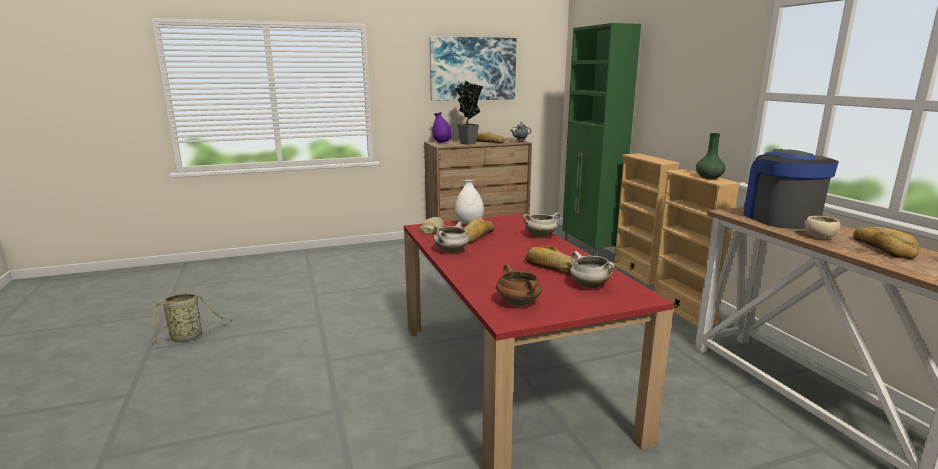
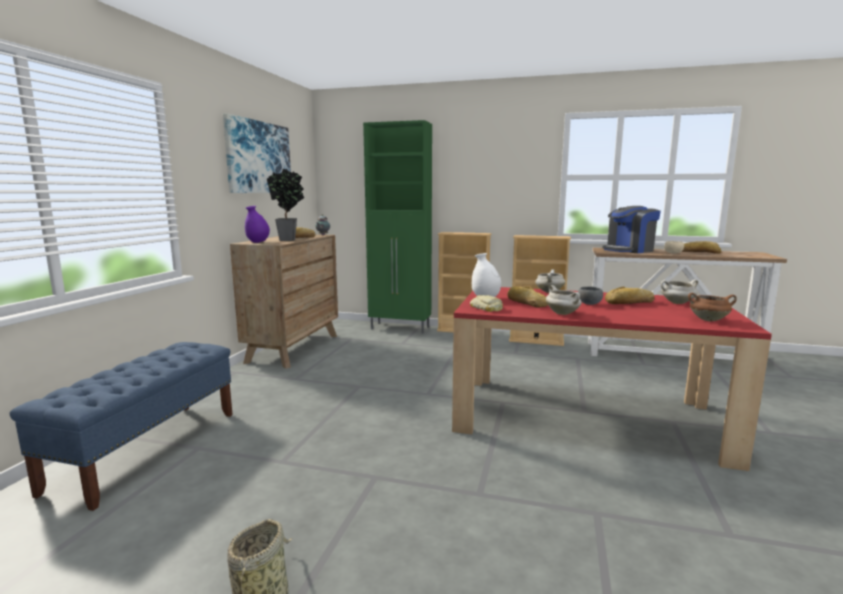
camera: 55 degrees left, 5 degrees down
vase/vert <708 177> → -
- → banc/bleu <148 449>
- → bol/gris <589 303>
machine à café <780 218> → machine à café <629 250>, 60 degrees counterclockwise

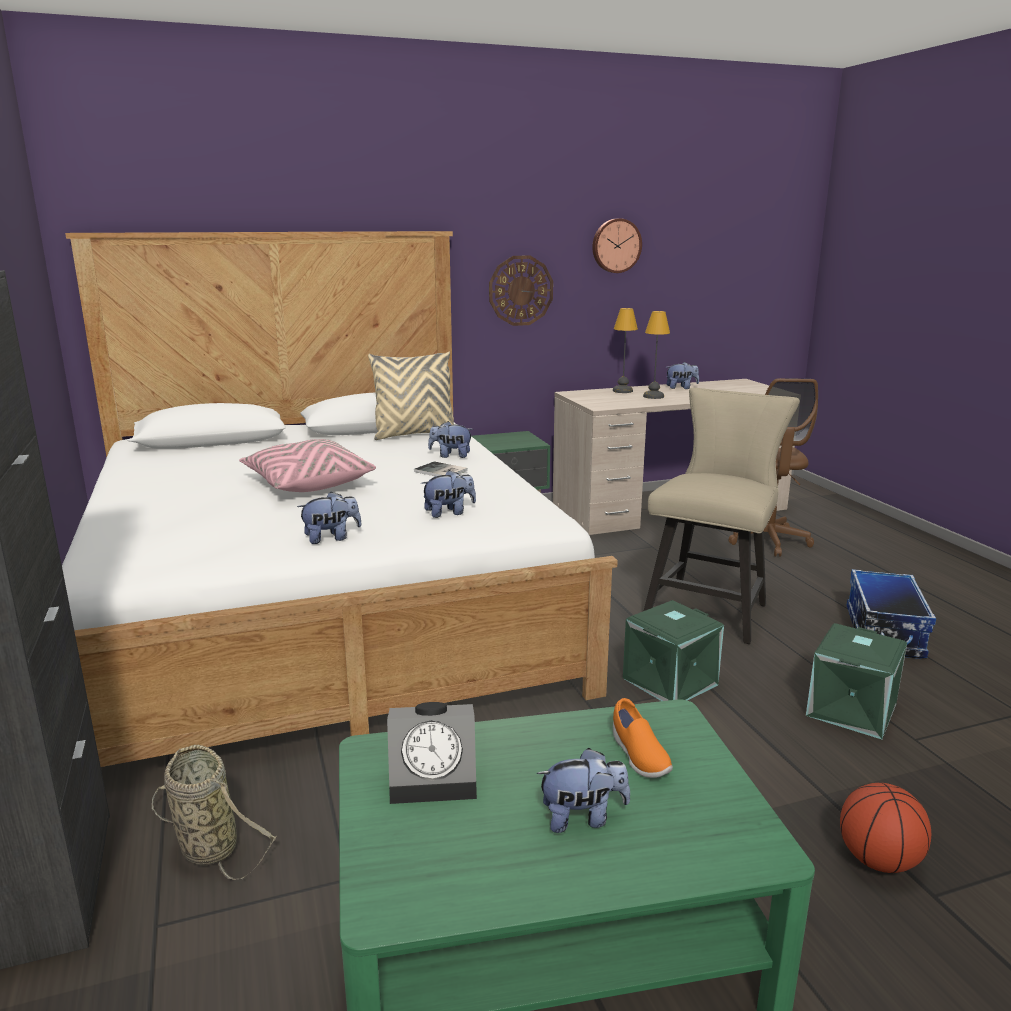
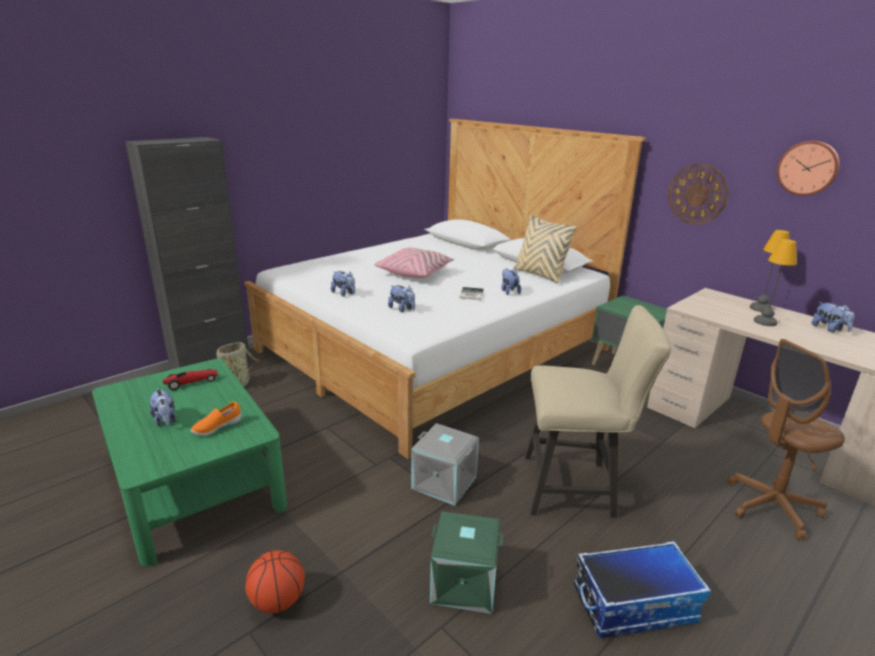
camera: 65 degrees right, 5 degrees up
réveil <436 779> → petite voiture <191 383>
boîte de rangement/vert <669 680> → boîte de rangement/gris <445 482>

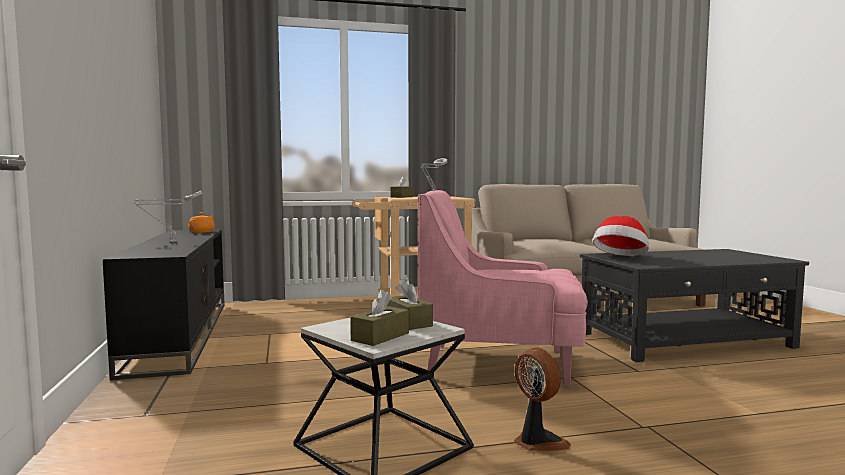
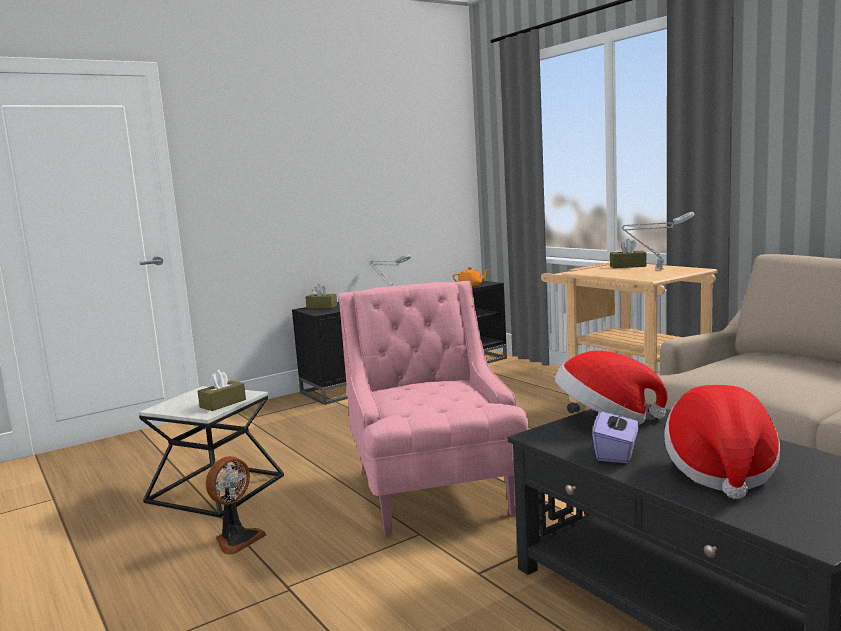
camera: 70 degrees right, 5 degrees up
- → boîte à mouchoirs/violet <616 453>
- → chapeau <720 472>
boîte à mouchoirs/marron <380 337> → boîte à mouchoirs/marron <322 307>, moved

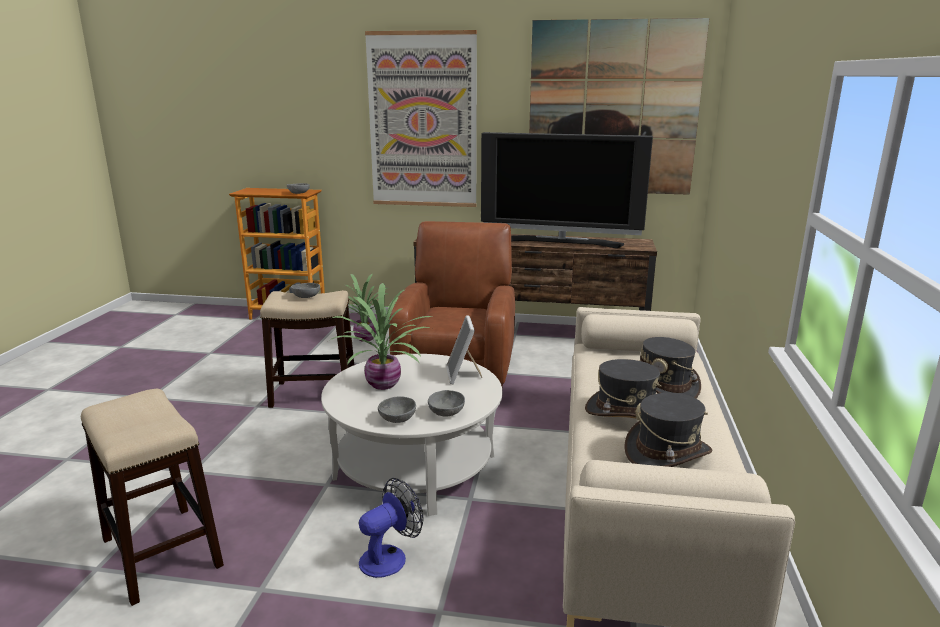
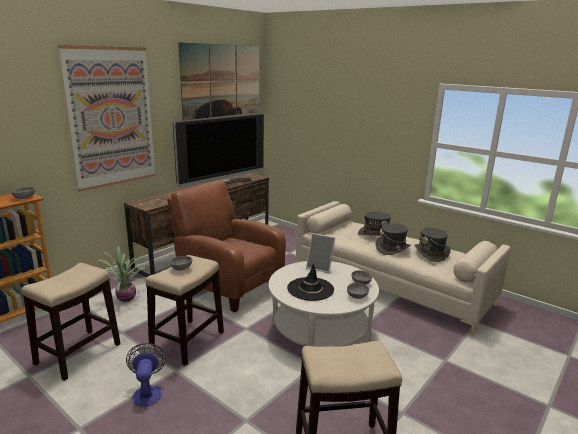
camera: 60 degrees left, 0 degrees up
- → tabouret <79 353>
ventilateur <390 557> → ventilateur <147 392>, moved
plante en pot <385 384> → chapeau/noir <310 289>

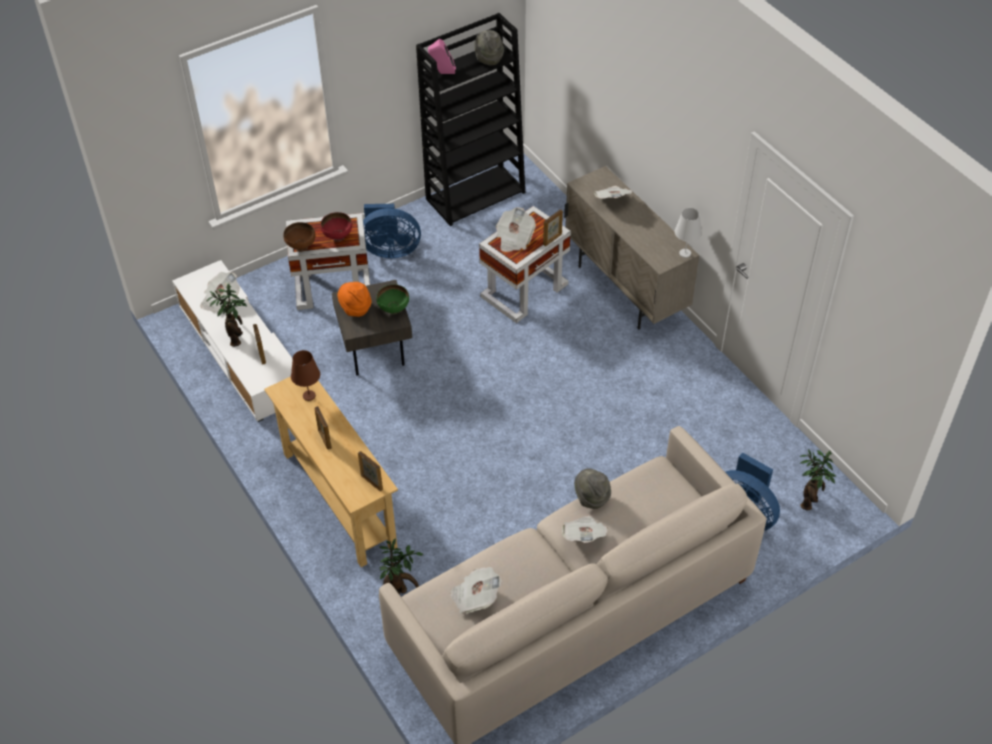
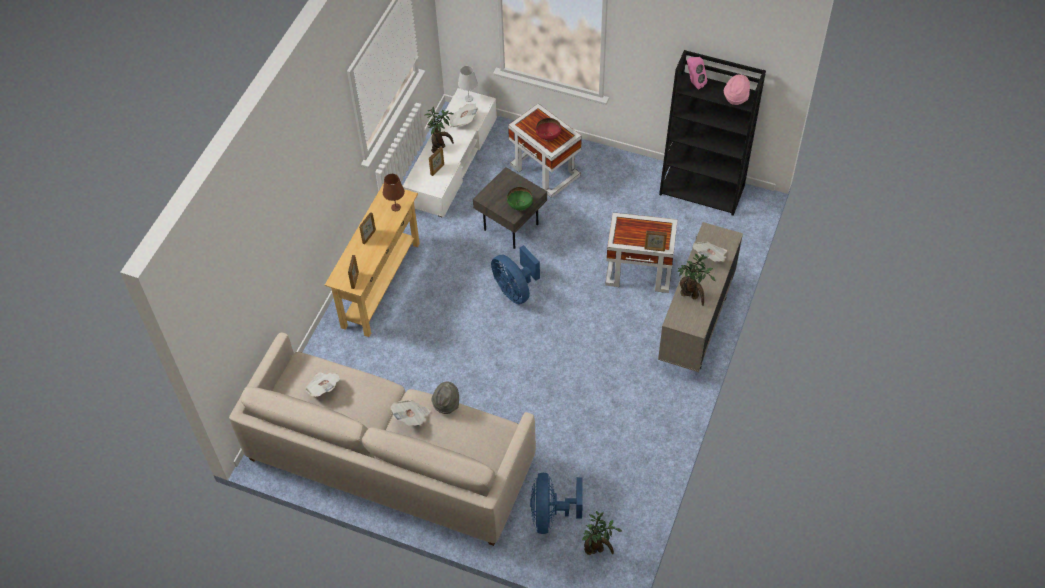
camera: 55 degrees right, 5 degrees up
bol/marron <301 246> → -
chapeau/orange <355 308> → -
journal <514 239> → -
ventilateur/bleu <390 249> → ventilateur/bleu <515 290>, moved
plante en pot <399 592> → plante en pot <691 296>, moved
lampe de table/blanc <685 253> → lampe de table/blanc <468 98>, moved
chapeau/gris <488 58> → chapeau/rose <736 97>

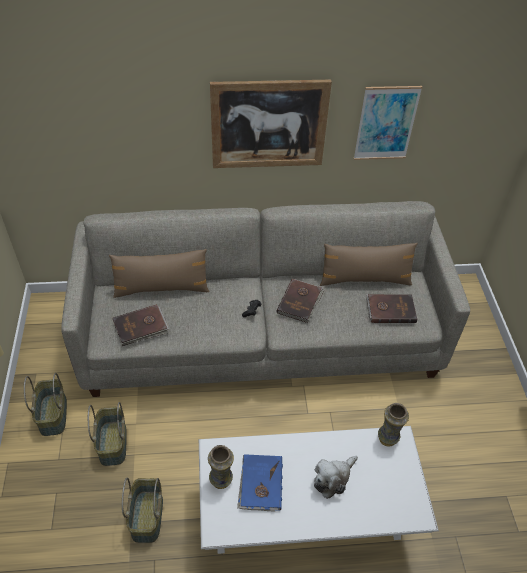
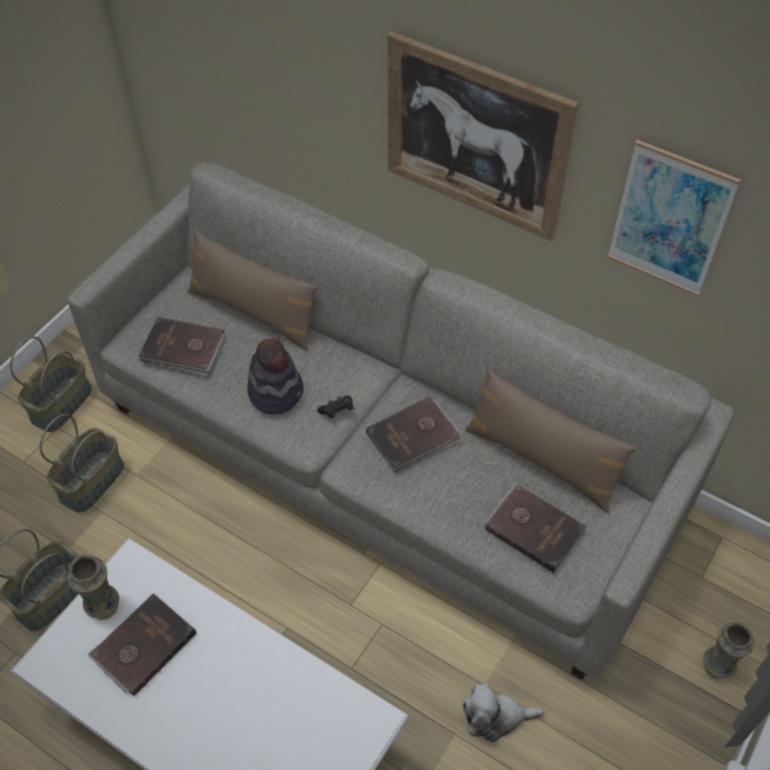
camera: 40 degrees right, 5 degrees up
- → chapeau <276 391>
peluche <333 478> → peluche <495 717>, moved
vase <388 438> → vase <717 666>, moved
livre/bleu <260 484> → livre/marron <143 645>

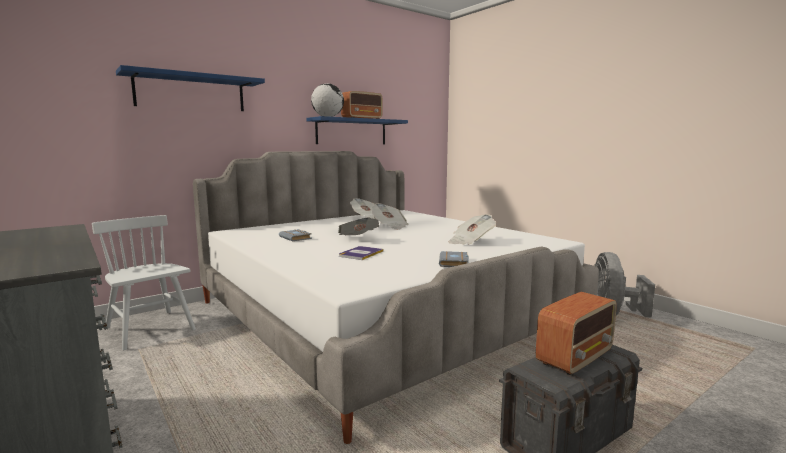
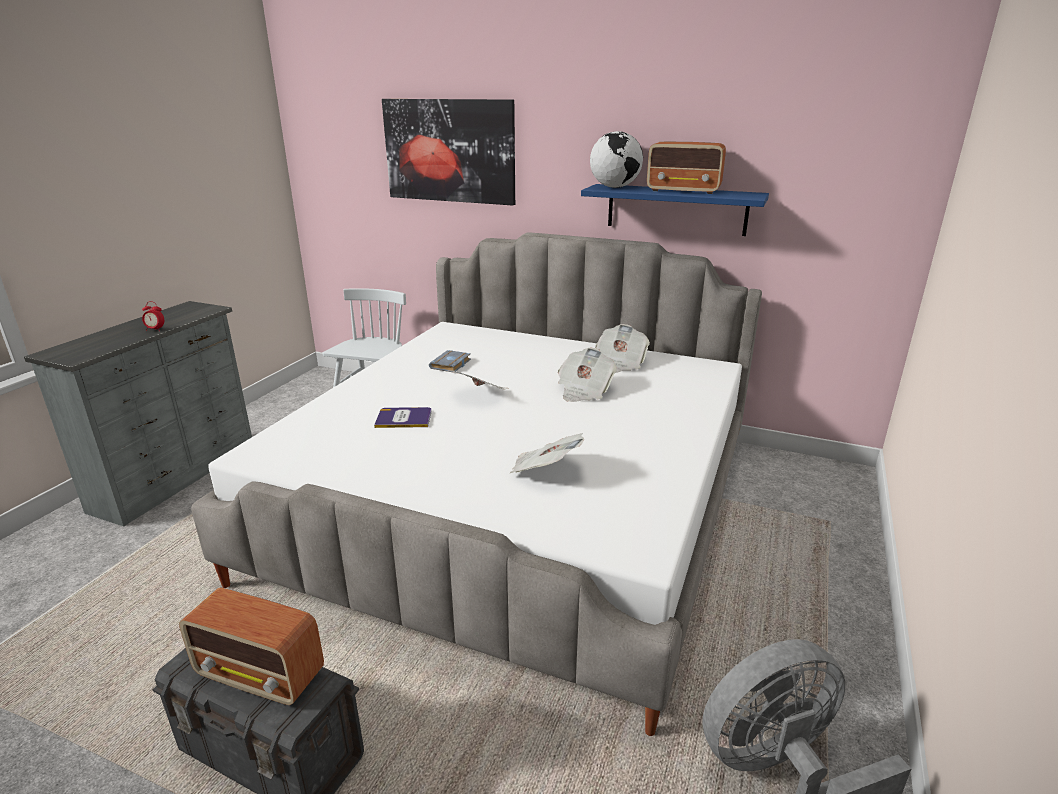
camera: 60 degrees right, 15 degrees up
livre/gris <455 263> → -
- → réveil <155 329>
étagère/bleu <191 93> → tableau <449 151>

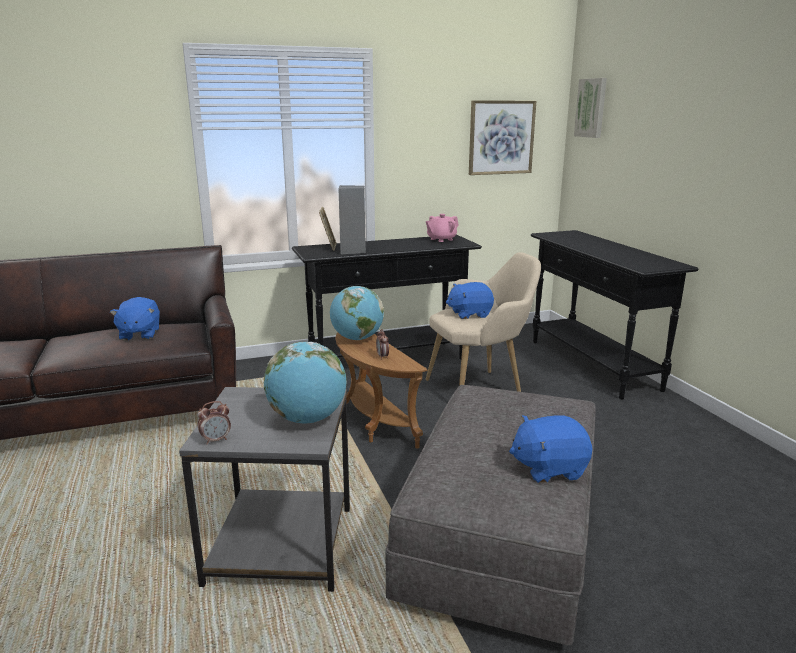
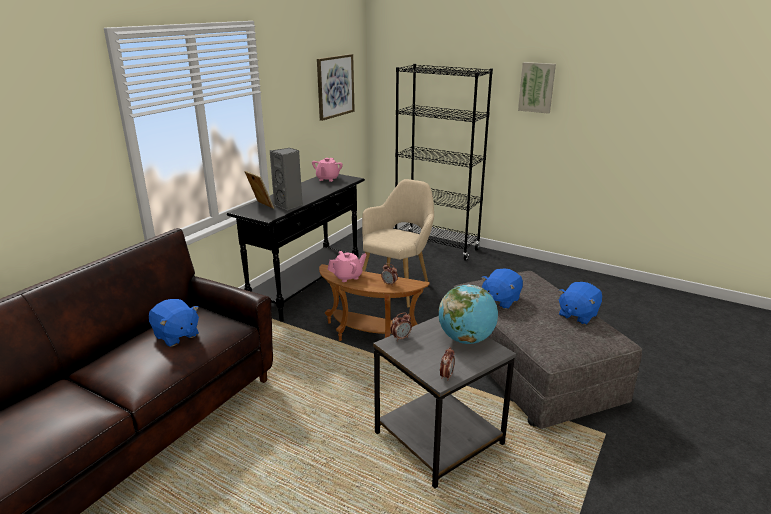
camera: 40 degrees left, 5 degrees up
- → réveil <401 338>
peluche/bleu <469 314> → peluche/bleu <500 300>, moved
tableau <591 108> → tableau <537 87>, moved
globe <357 339> → théière/rose <348 277>
table console/noir <592 365> → bibliothèque/noir <436 247>

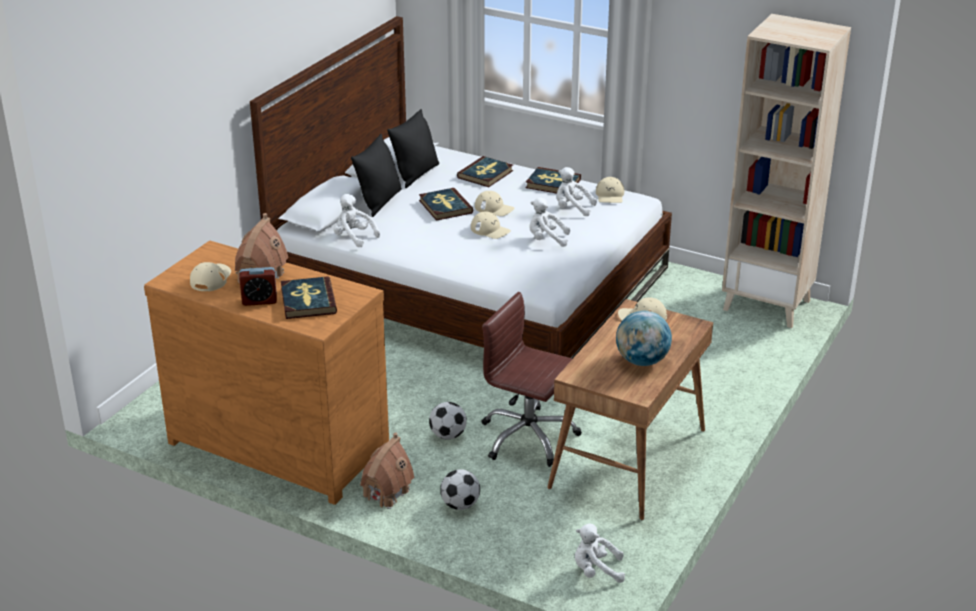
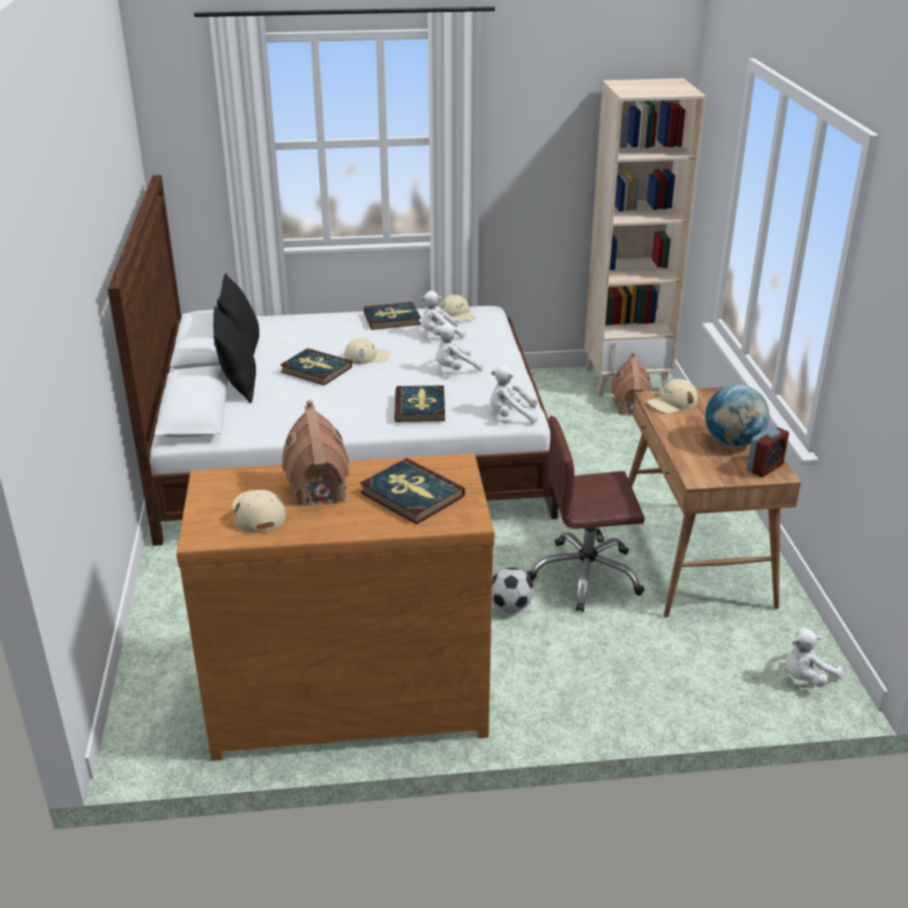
camera: 35 degrees left, 0 degrees up
ballon de foot <460 505> → -
casquette/beige <490 230> → -
réveil <259 301> → réveil <764 467>, moved
peluche/blanc <354 237> → peluche/blanc <511 415>, moved
maison miniature <386 493> → maison miniature <631 407>, moved
livre <485 174> → livre <420 407>, moved

